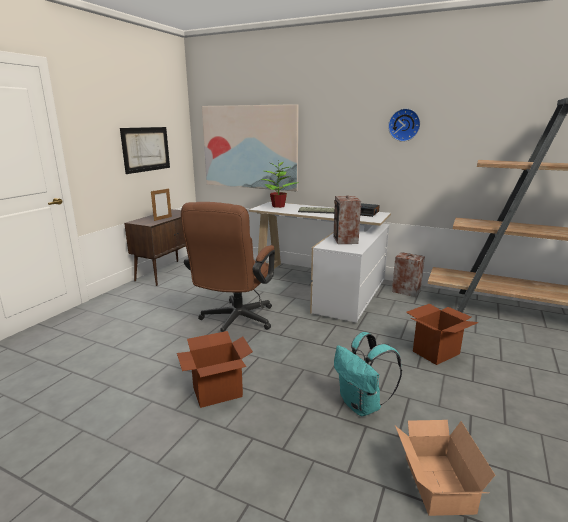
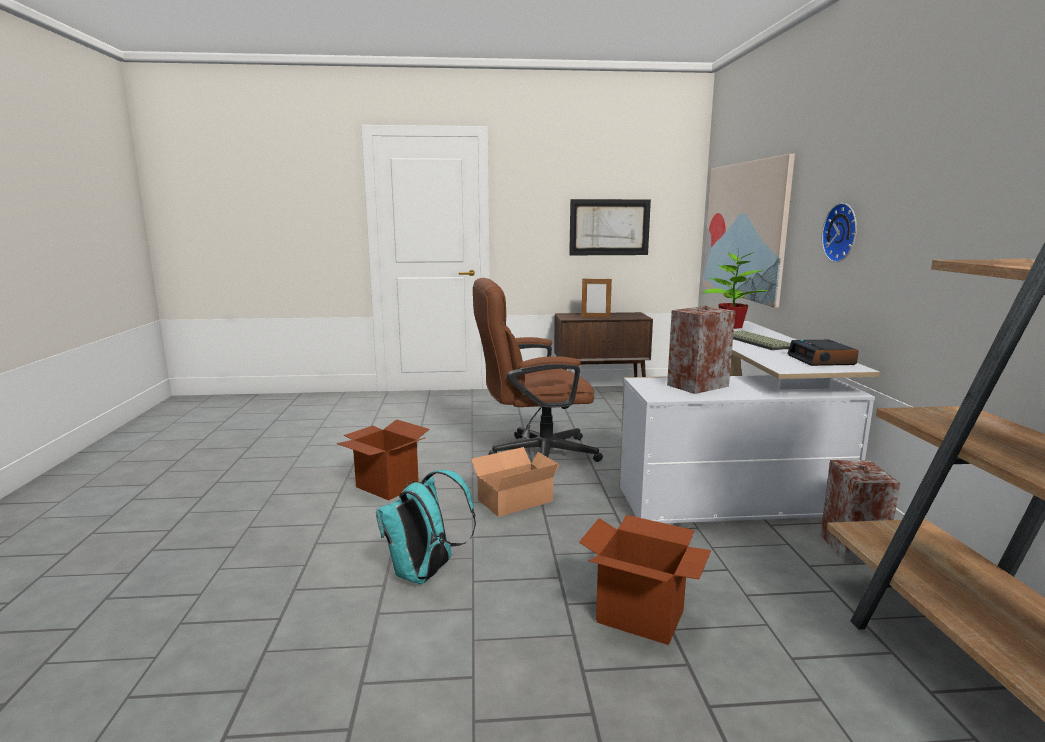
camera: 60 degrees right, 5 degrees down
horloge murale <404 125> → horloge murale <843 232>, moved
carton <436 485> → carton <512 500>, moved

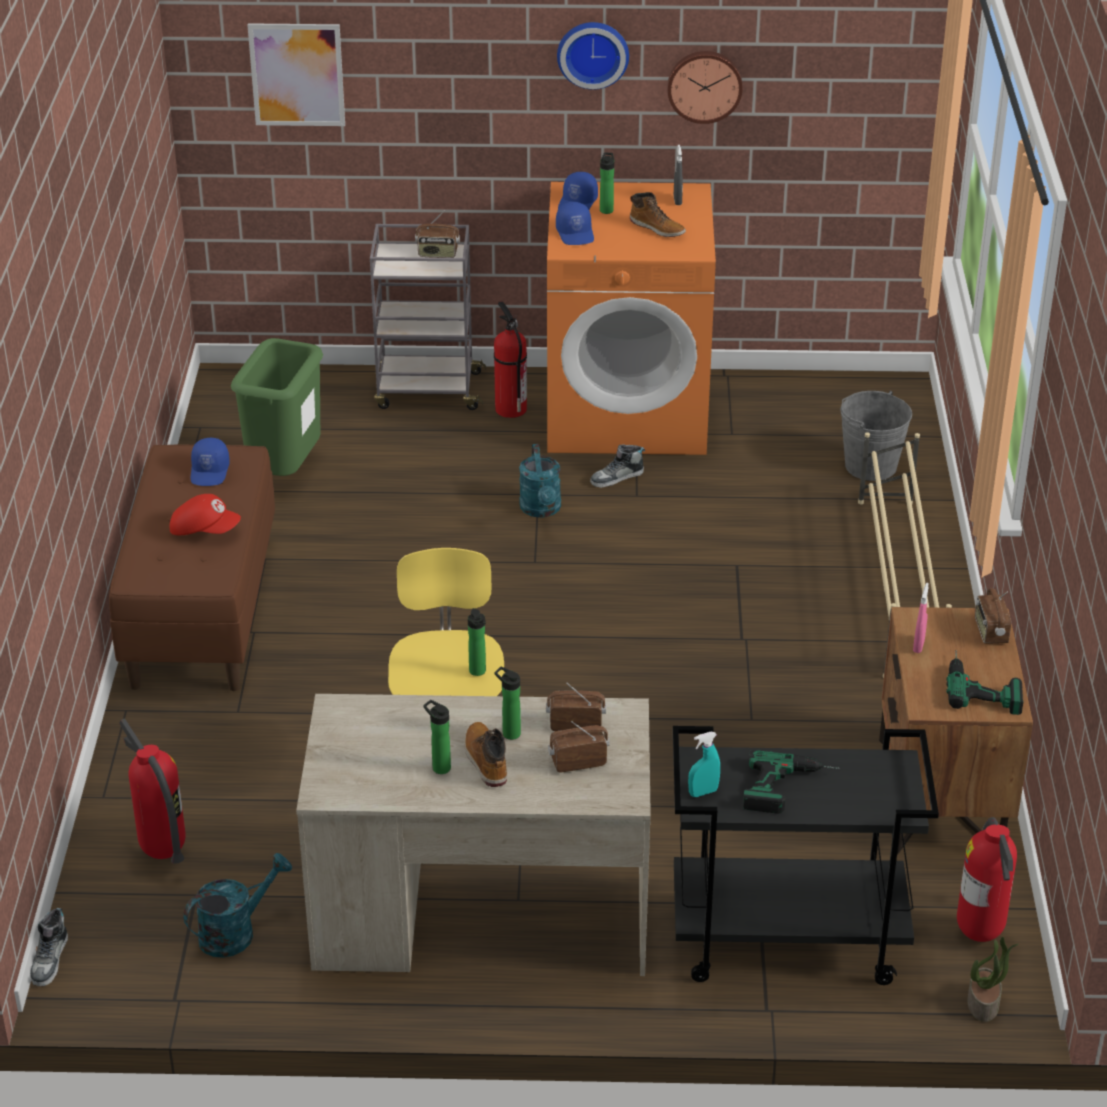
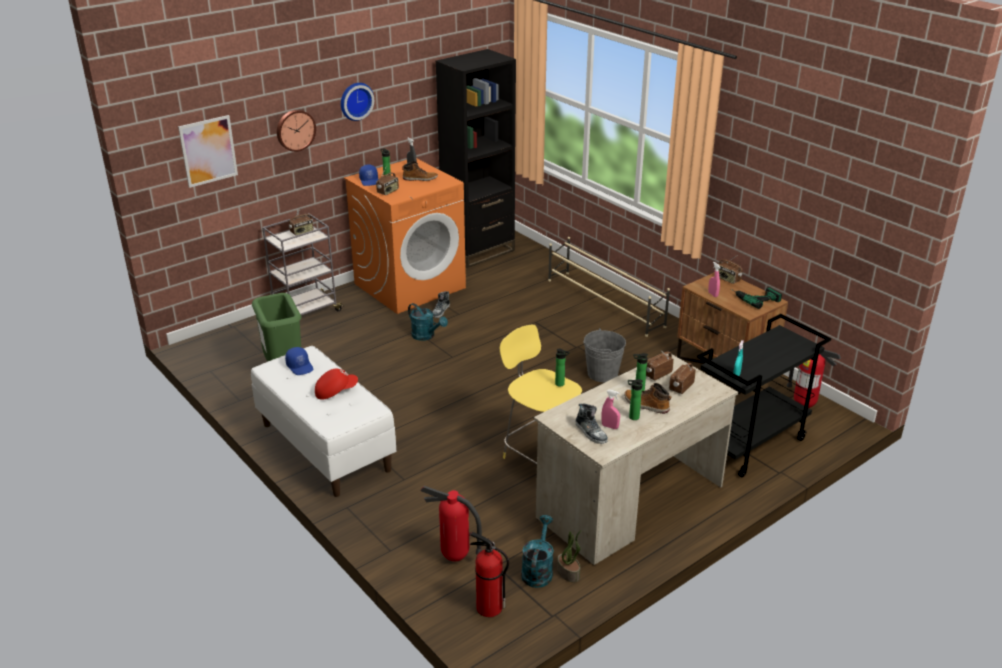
camera: 40 degrees left, 5 degrees down
perceuse <790 788> → -
- → bibliothèque/noir <478 252>
- → vaporisateur/rose <610 426>
chaussure <50 960> → chaussure <591 432>, moved
extincteur <509 408> → extincteur <488 607>, moved
horloge murale <704 85> → horloge murale <295 130>, moved
seau/gris <870 466> → seau/gris <602 373>, moved
plante en pot <984 1003> → plante en pot <569 573>, moved
casquette/bleu <576 234> → radio <388 192>
banc/marron <201 612> → banc/blanc <324 447>

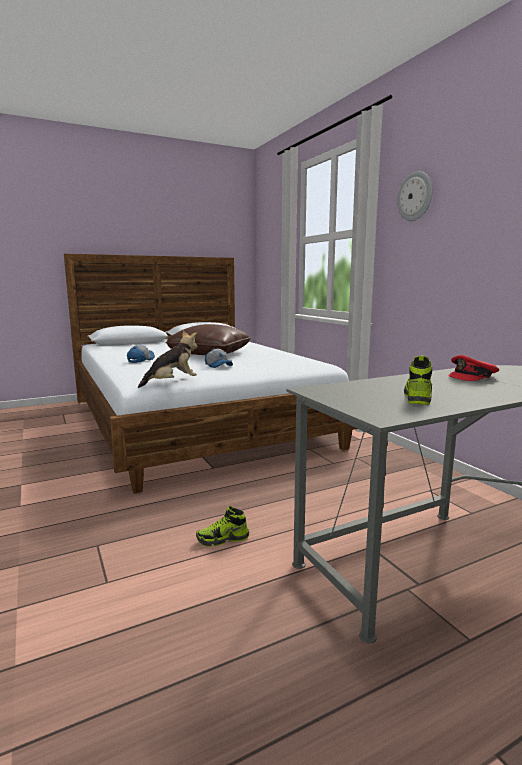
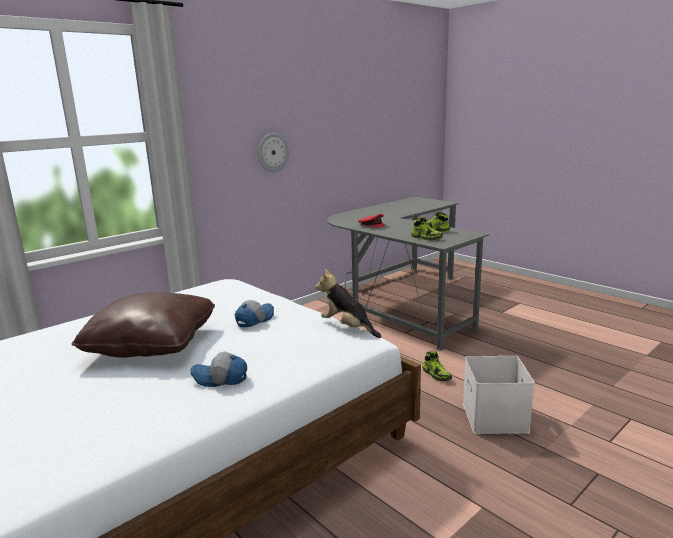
camera: 105 degrees left, 5 degrees up
- → chaussure <426 238>
- → boîte de rangement/blanc <496 418>
horloge murale <415 196> → horloge murale <272 152>, moved

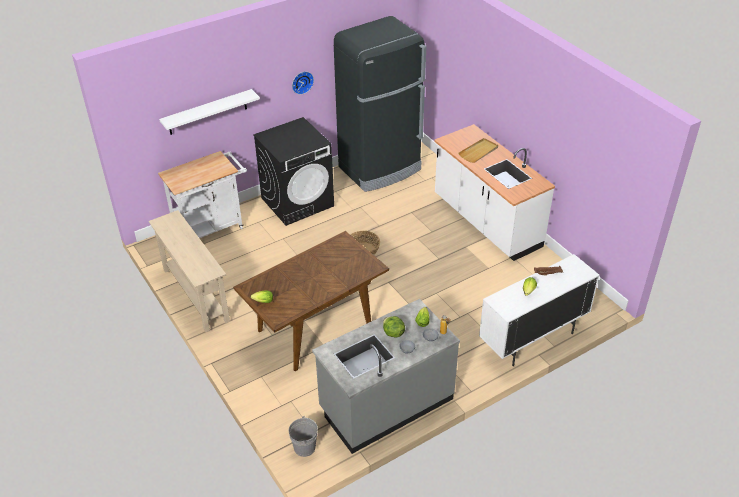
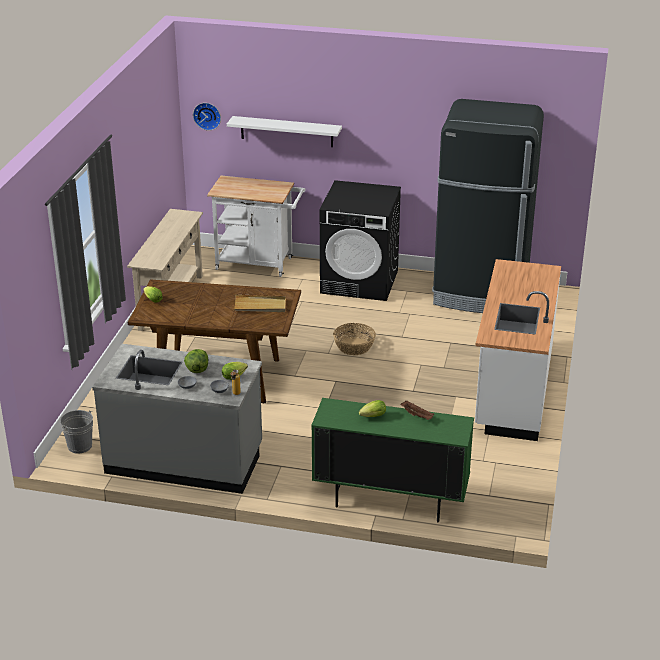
camera: 45 degrees right, 10 degrees down
horloge murale <301 82> → horloge murale <207 115>, moved
plateau/beige <478 152> → plateau/beige <260 306>, moved
meuble de rangement/blanc <532 340> → meuble de rangement/vert <390 501>

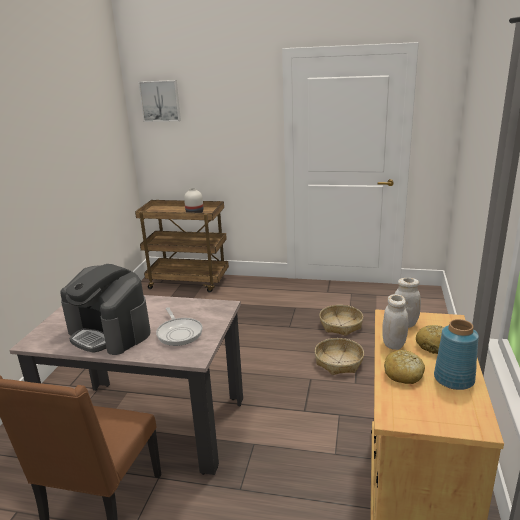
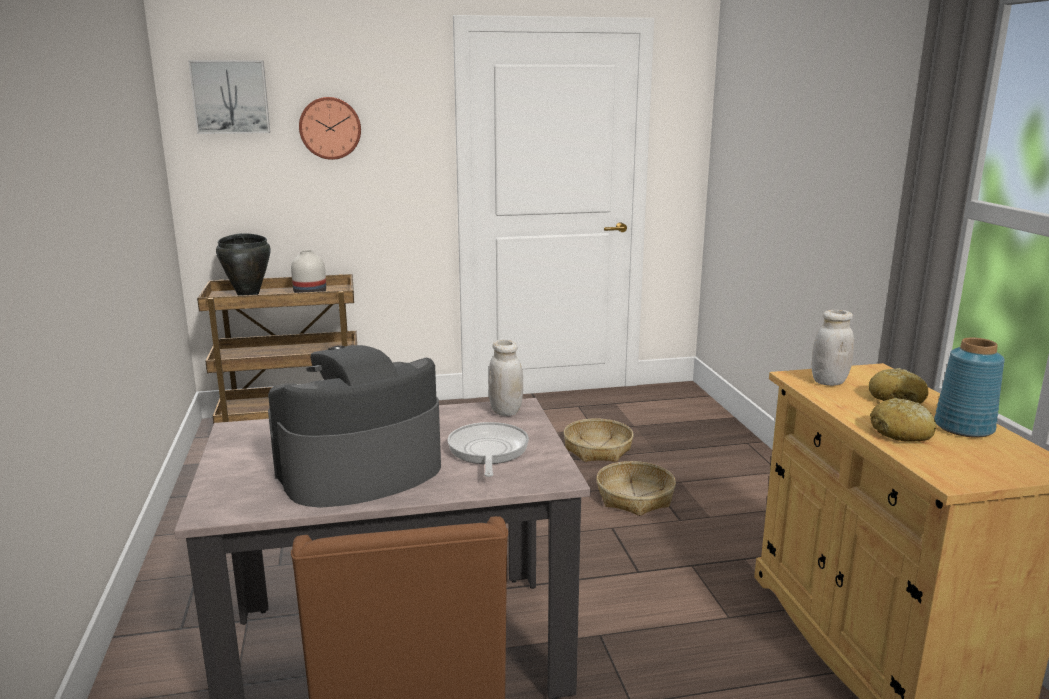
camera: 25 degrees left, 5 degrees down
- → marmite/noir <248 294>
- → horloge murale <330 128>
bocal/blanc <393 344> → bocal/blanc <505 411>, moved
machine à café <110 332> → machine à café <359 471>, 135 degrees clockwise
poêle <179 333> → poêle <487 451>, 135 degrees counterclockwise

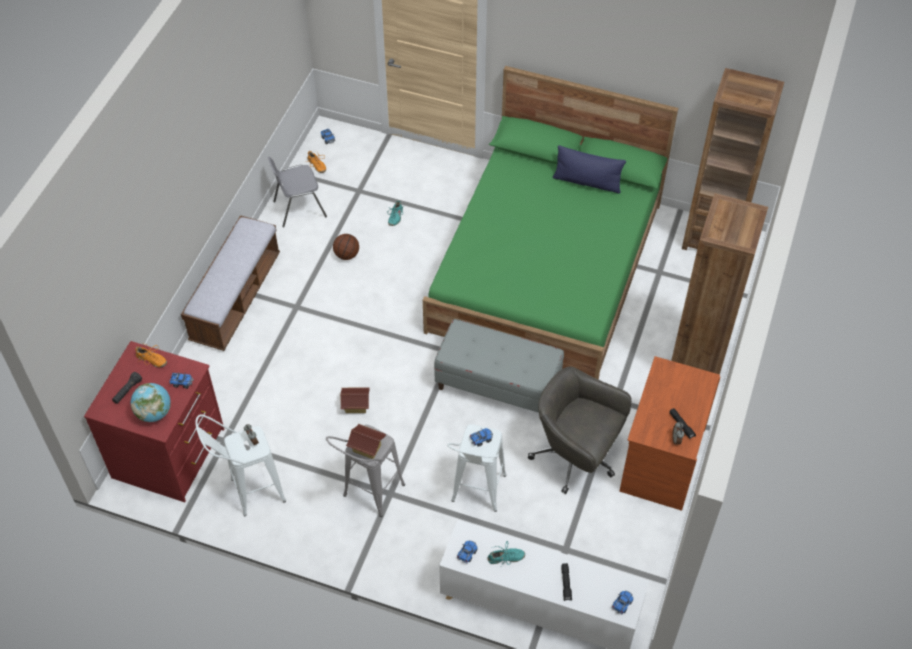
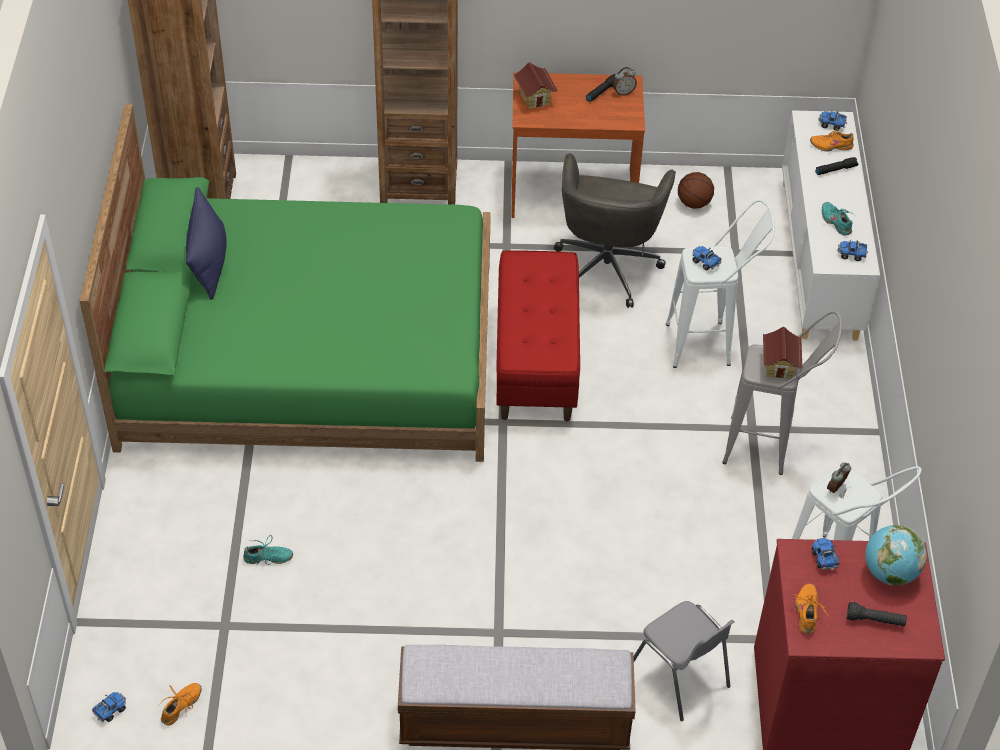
camera: 110 degrees left, 5 degrees down
- → chaussure/orange <831 145>
chaise/gris <299 208> → chaise/gris <679 677>, moved
ballon de basket <346 255> → ballon de basket <694 203>, moved
maison miniature <355 406> → maison miniature <534 98>, moved
banc/gris <498 385> → banc/rouge <535 361>

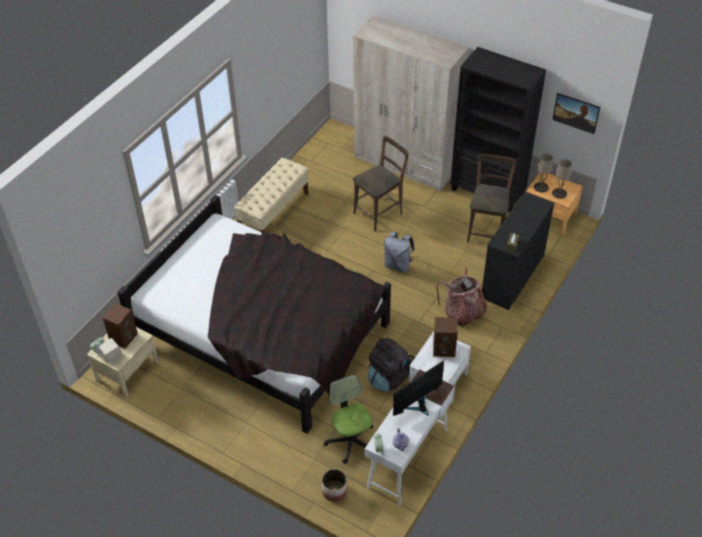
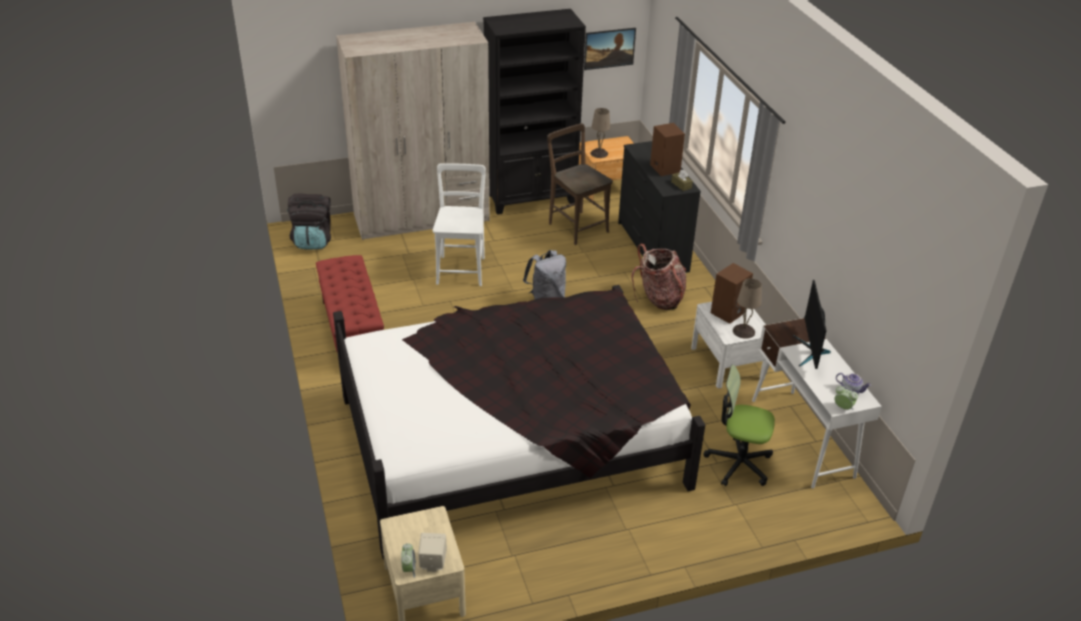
camera: 50 degrees left, 10 degrees down
cache-pot <334 491> → -
enceinte/marron <123 337> → enceinte/marron <664 168>, moved
sac à dos/noir <389 377> → sac à dos/noir <313 240>, moved
lampe de table/beige <559 193> → lampe de table/beige <743 331>, moved
banc/beige <274 212> → banc/rouge <352 332>
chaise/marron <380 212> → chaise/blanc <461 268>

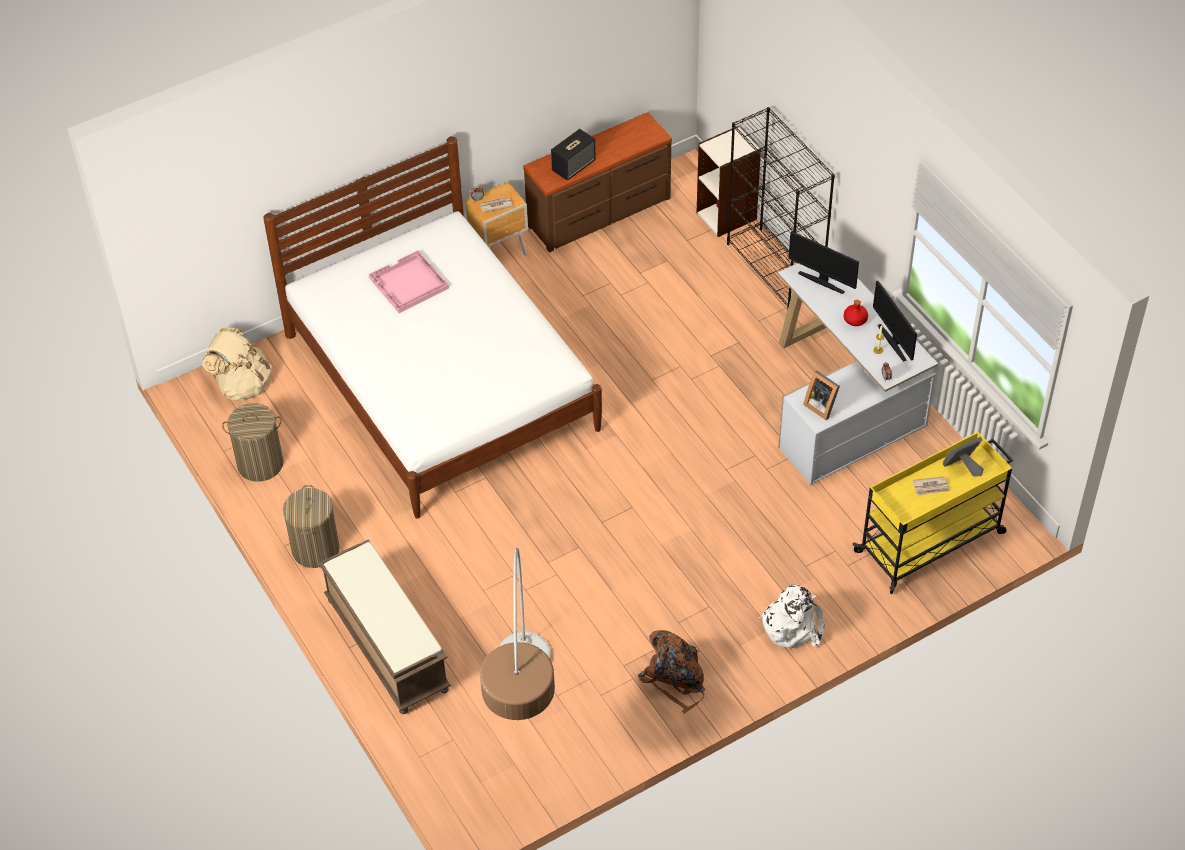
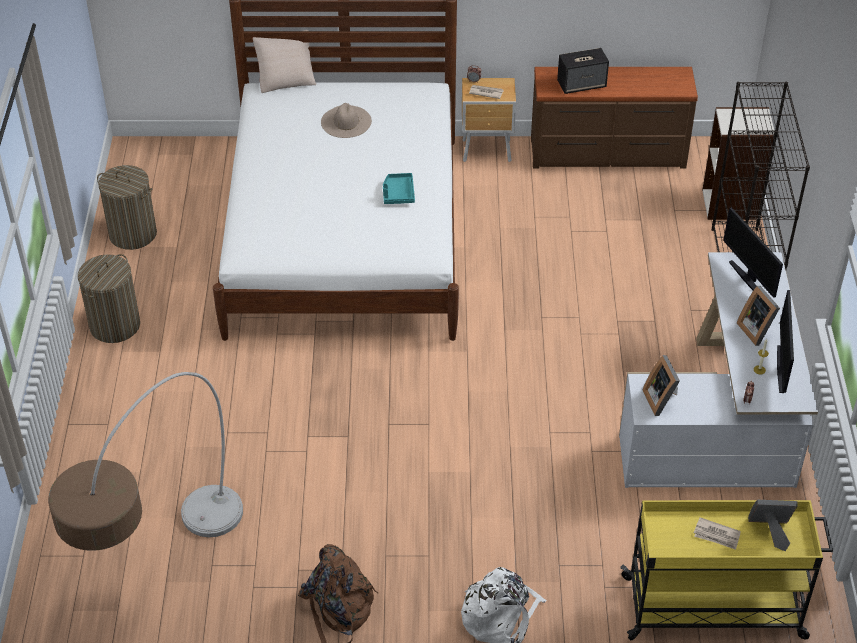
camera: 30 degrees right, 5 degrees down
sac à dos/beige <242 384> → -
banc/marron <386 644> → -
- → coussin/beige <286 79>
- → plateau/turquoise <398 193>
plateau/rose <408 284> → chapeau/beige <346 121>
bouteille/rouge <855 319> → cadre photo <757 330>

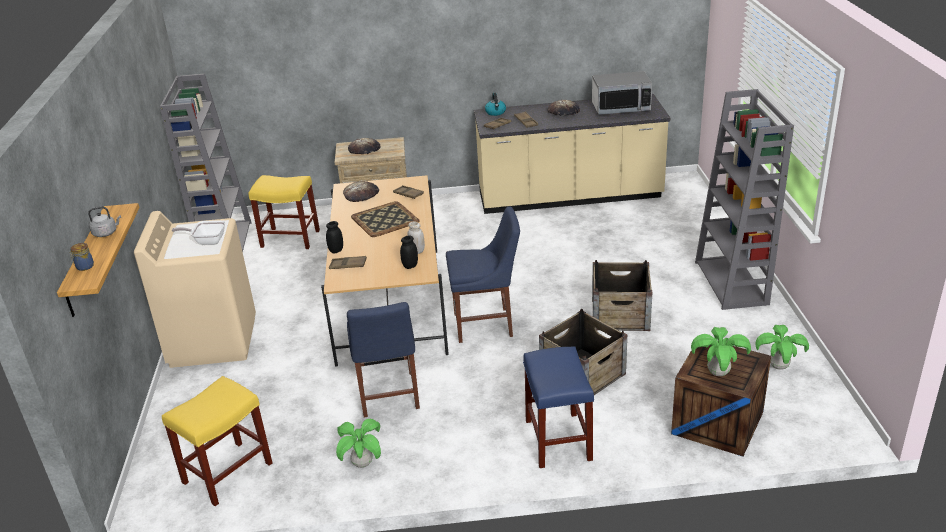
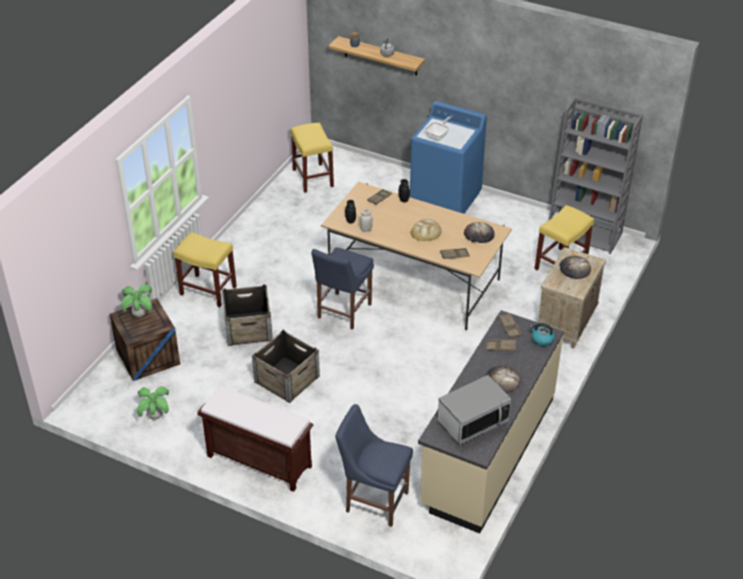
camera: 120 degrees right, 10 degrees up
plante en pot <362 464> → -
chaise/bleu <388 397> → chaise/bleu <374 500>, moved
plateau <385 219> → pain <426 232>
bibliothèque/gris <732 283> → banc/marron <258 461>
lave-linge/beige <213 341> → lave-linge/bleu <445 199>
tabouret/bleu <558 440> → tabouret/jaune <207 290>
micro-ondes <621 108> → micro-ondes <472 421>, 150 degrees counterclockwise

